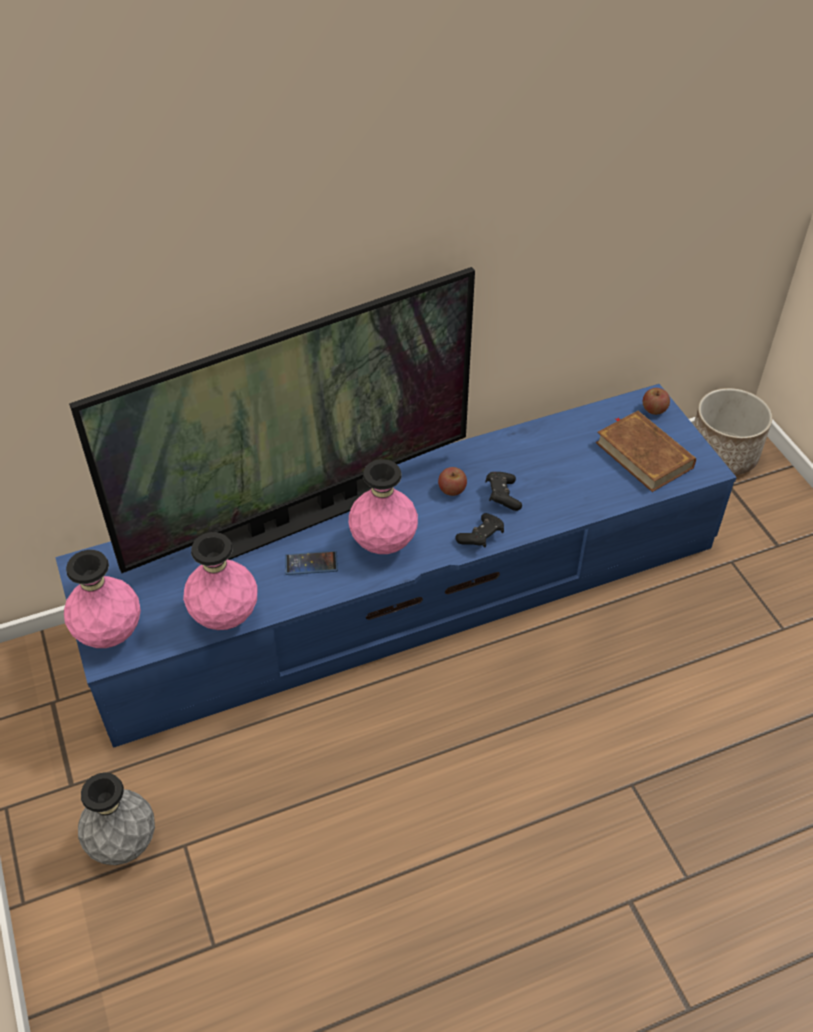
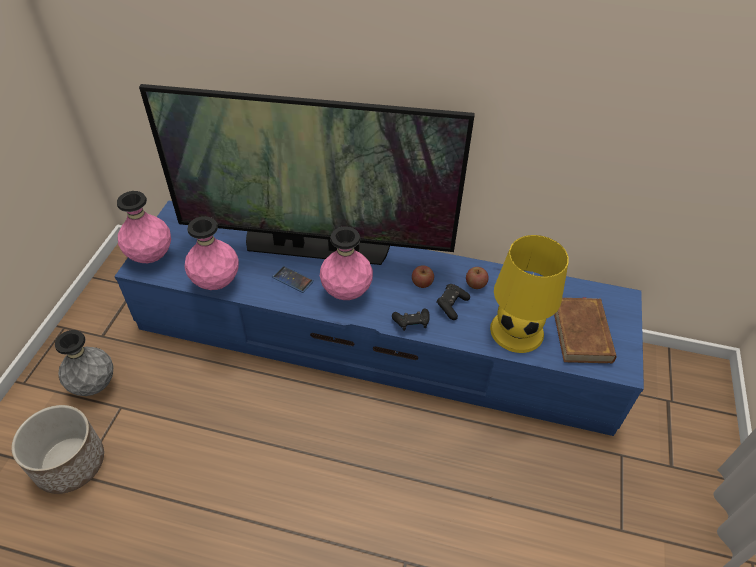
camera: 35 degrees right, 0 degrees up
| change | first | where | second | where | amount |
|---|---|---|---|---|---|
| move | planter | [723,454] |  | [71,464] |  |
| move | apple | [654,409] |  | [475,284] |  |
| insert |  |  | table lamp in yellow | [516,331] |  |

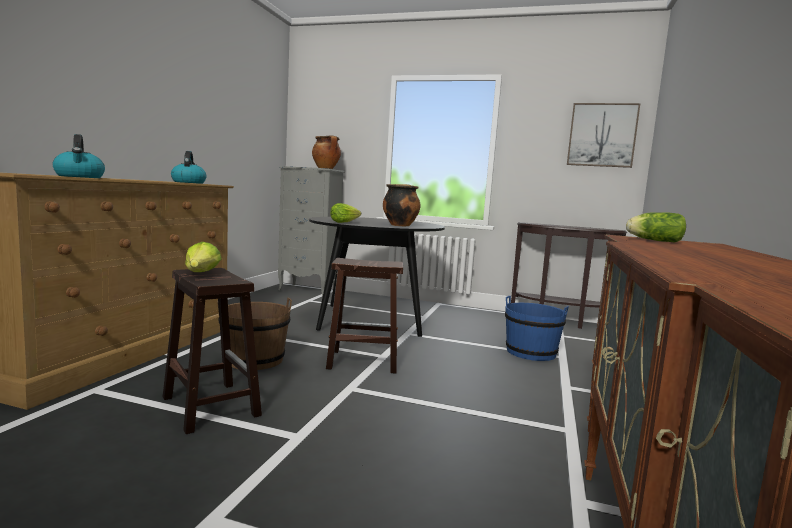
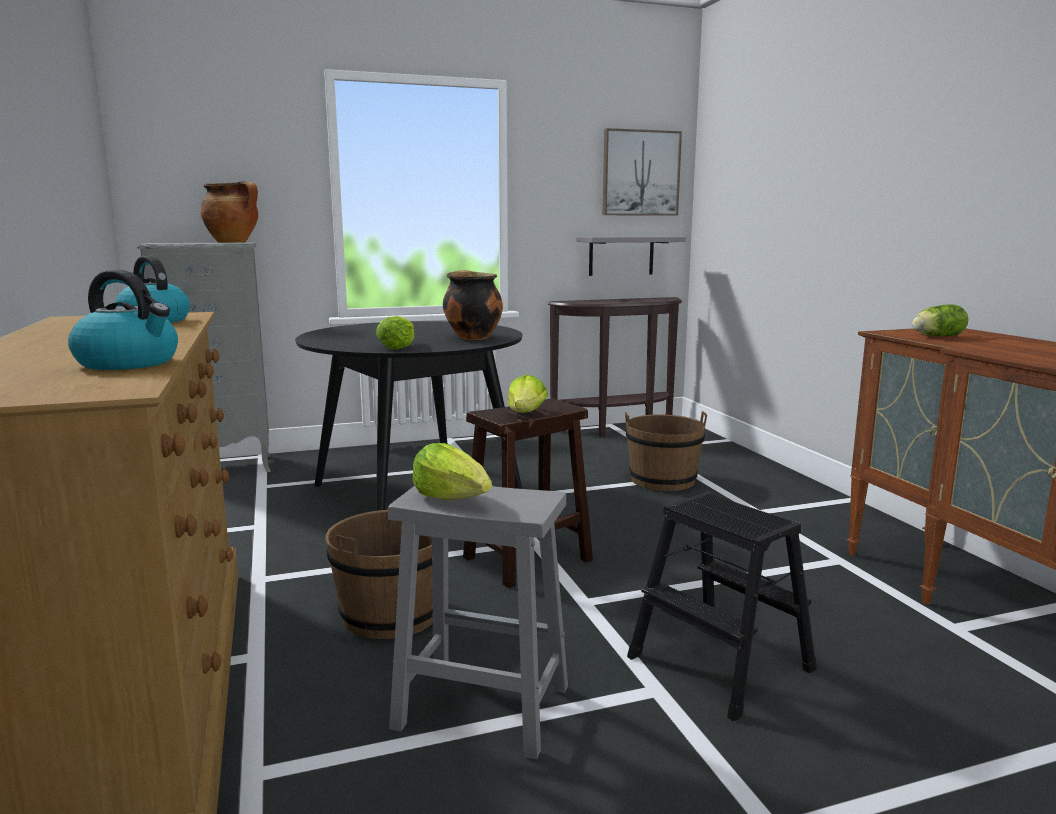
camera: 35 degrees left, 5 degrees up
| change | first | where | second | where | amount |
|---|---|---|---|---|---|
| recolor | stool in brown | [209,406] | stool in grey | [479,707] |  |
| insert |  |  | lettuce | [526,414] |  |
| insert |  |  | shelf in grey | [621,255] |  |
| recolor | bucket in blue | [531,352] | bucket in brown | [663,480] |  |
| insert |  |  | step ladder in black | [720,662] |  |

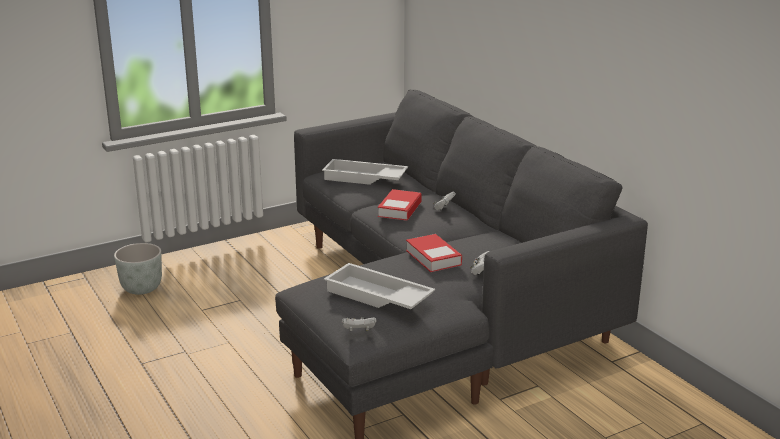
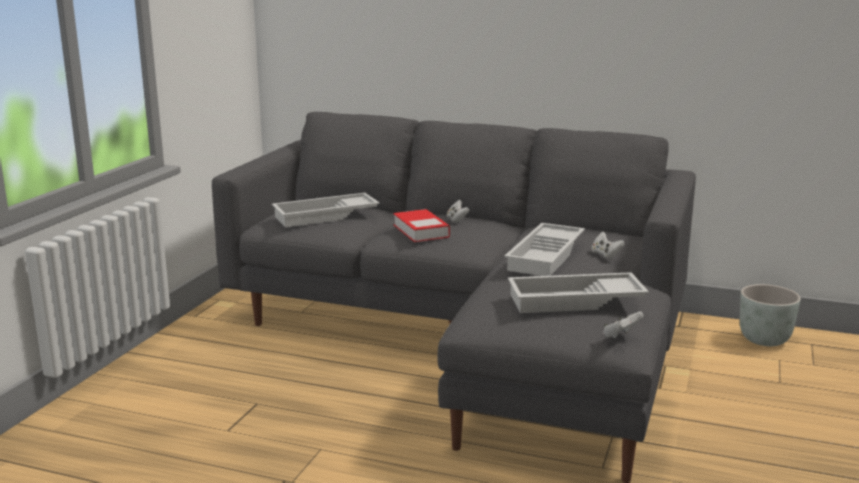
camera: 40 degrees left, 5 degrees down
| change | first | where | second | where | amount |
|---|---|---|---|---|---|
| replace | book | [433,257] | tray in white | [547,256] |  |
| move | planter in grey | [142,289] |  | [765,340] |  |

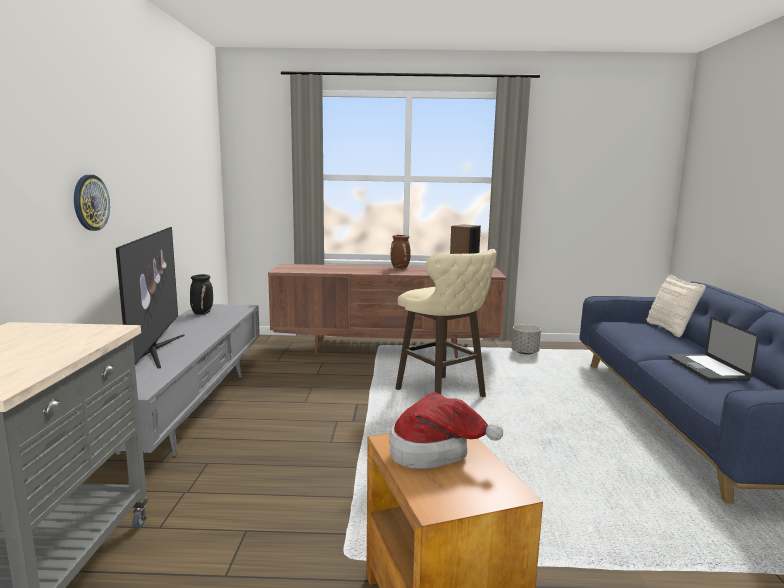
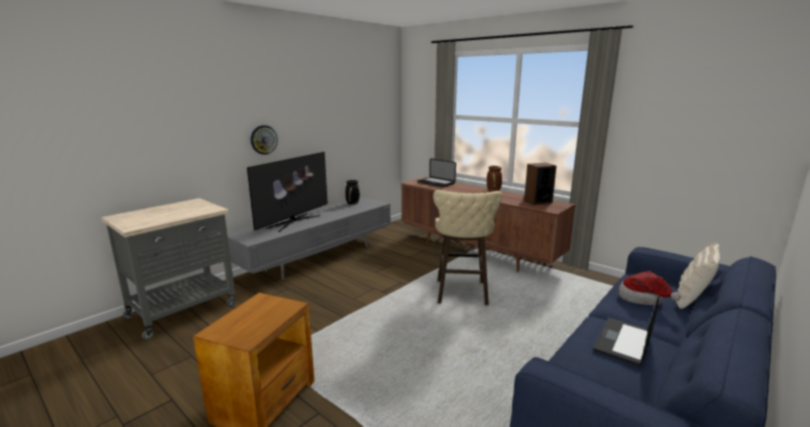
camera: 40 degrees right, 5 degrees up
| change | first | where | second | where | amount |
|---|---|---|---|---|---|
| insert |  |  | laptop | [436,183] |  |
| move | hat | [435,452] |  | [643,299] |  |
| delete | planter in grey | [525,353] |  |  |  |

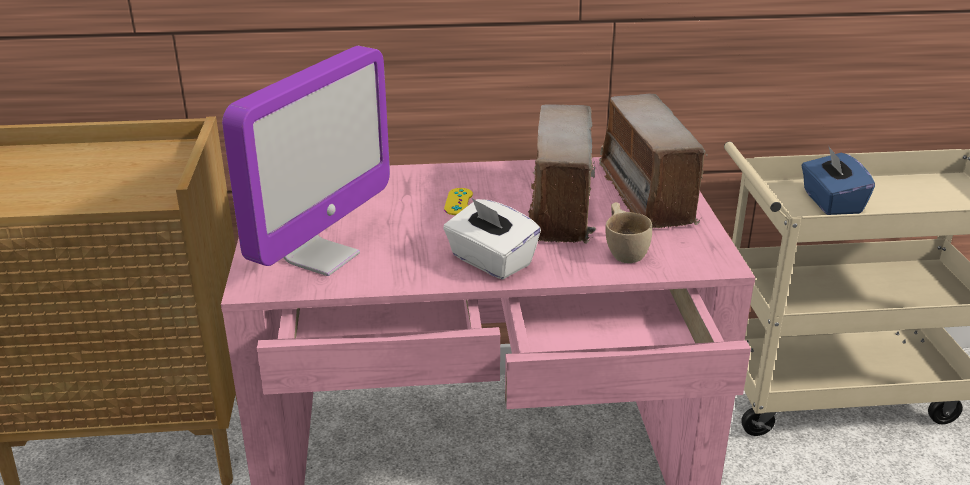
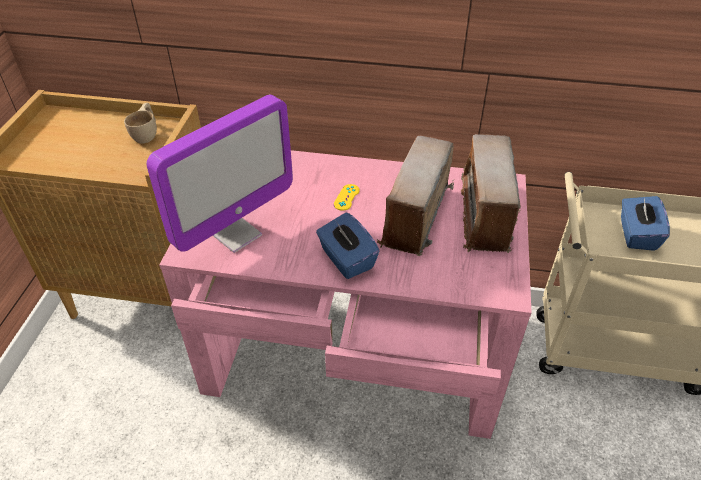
camera: 15 degrees right, 15 degrees up
| change | first | where | second | where | amount |
|---|---|---|---|---|---|
| move | cup in beige | [624,250] |  | [147,134] |  |
| recolor | tissue box in white | [490,261] | tissue box in blue | [346,259] |  |

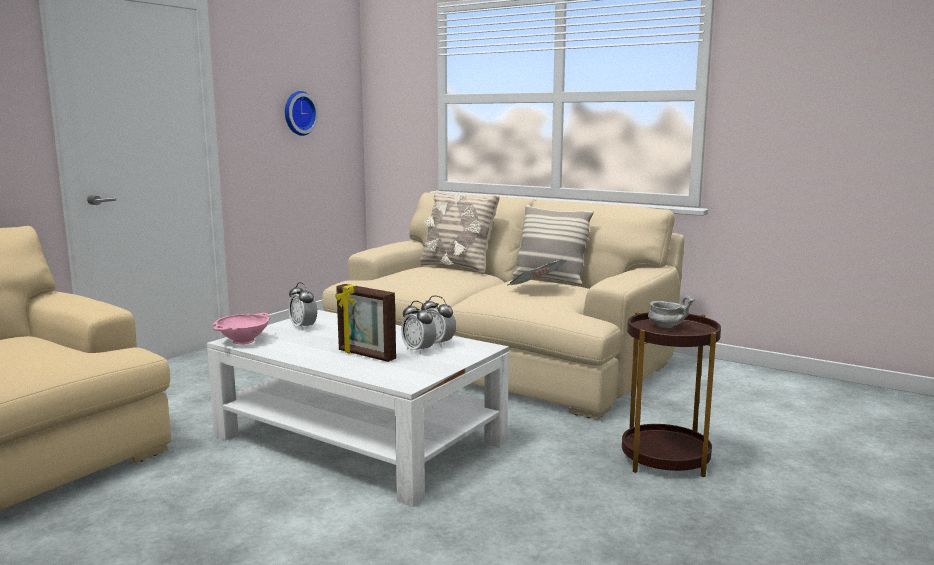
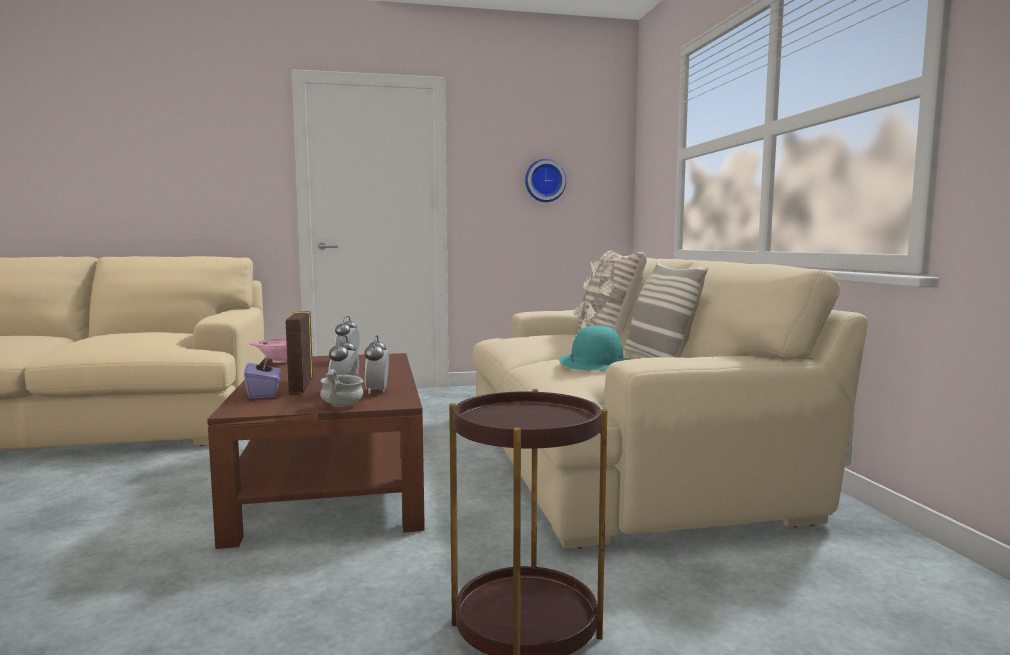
camera: 45 degrees right, 5 degrees down
| change | first | where | second | where | amount |
|---|---|---|---|---|---|
| recolor | coffee table in white | [360,439] | coffee table in brown | [333,480] |  |
| insert |  |  | tissue box in purple | [264,394] |  |
| move | bowl in grey | [667,327] |  | [342,406] |  |
| replace | newspaper | [535,289] | hat in turquoise | [596,362] |  |

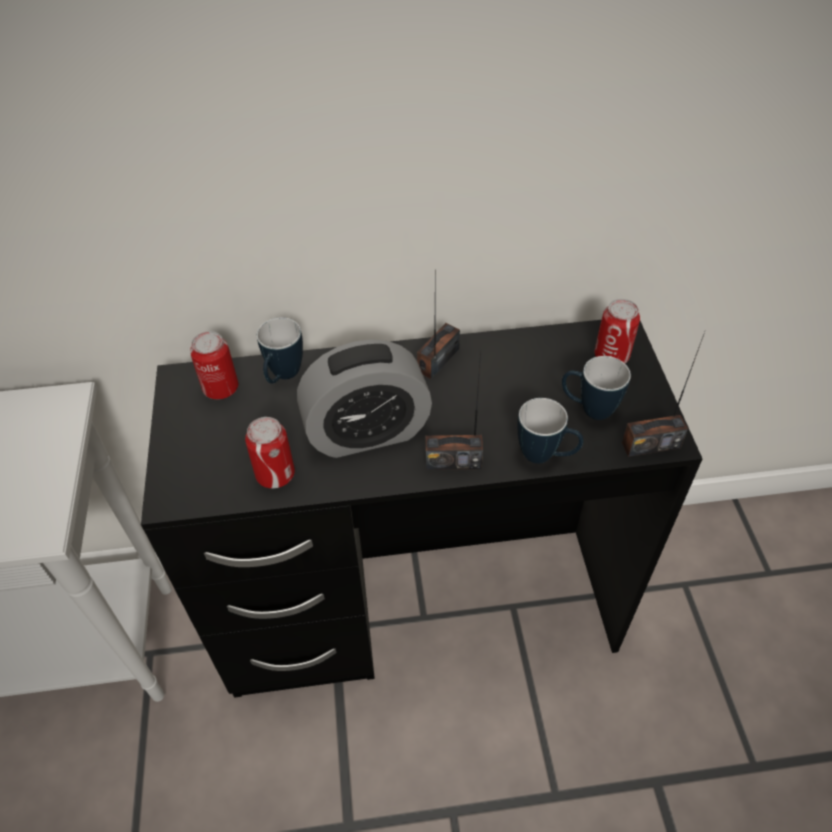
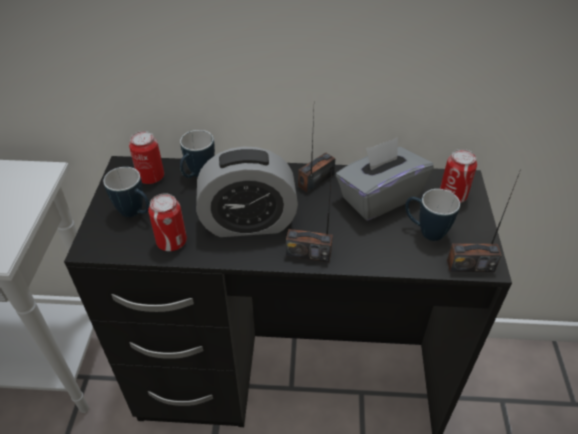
camera: 10 degrees right, 5 degrees down
| change | first | where | second | where | amount |
|---|---|---|---|---|---|
| move | mug | [545,456] |  | [136,213] |  |
| insert |  |  | tissue box in grey | [379,197] |  |

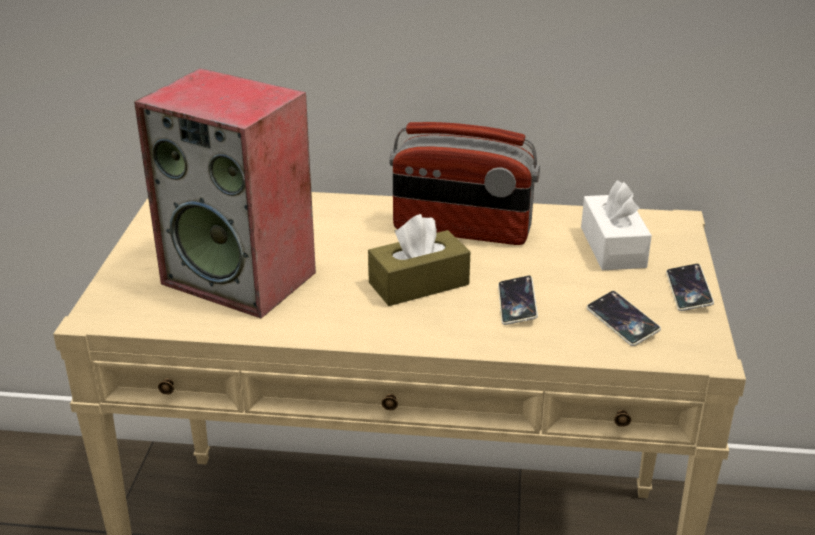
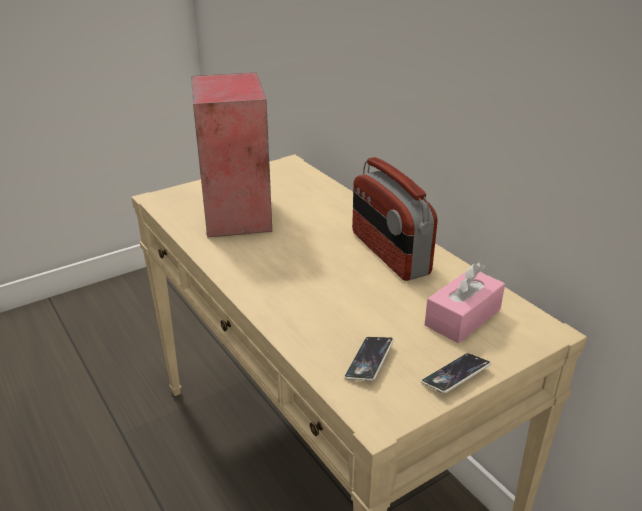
camera: 50 degrees right, 0 degrees up
| change | first | where | second | where | amount |
|---|---|---|---|---|---|
| recolor | tissue box in white | [612,247] | tissue box in pink | [463,317] |  |
| delete | tissue box in brown | [418,284] |  |  |  |
| delete | phone | [517,304] |  |  |  |

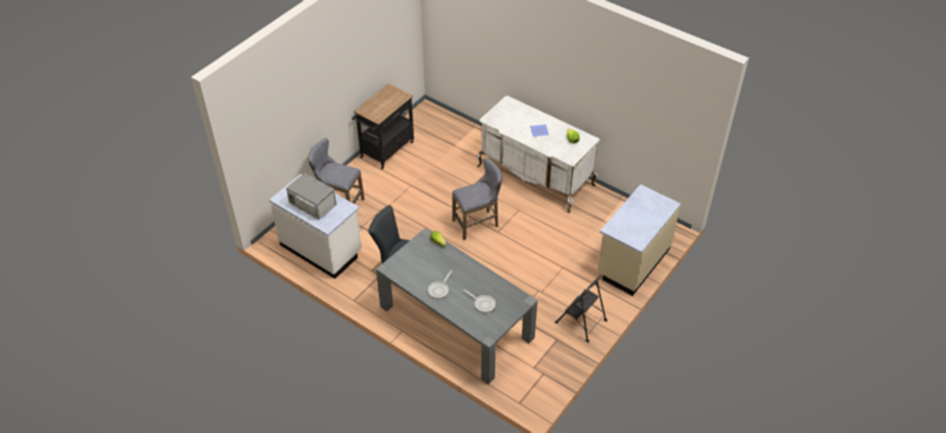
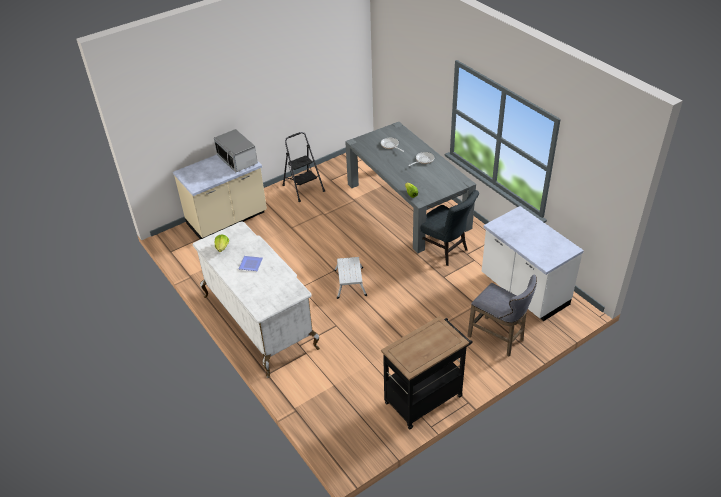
camera: 160 degrees left, 5 degrees down
| change | first | where | second | where | amount |
|---|---|---|---|---|---|
| move | microwave | [312,205] |  | [237,160] |  |
| replace | stool in grey | [478,223] | step ladder in white | [350,282] |  |

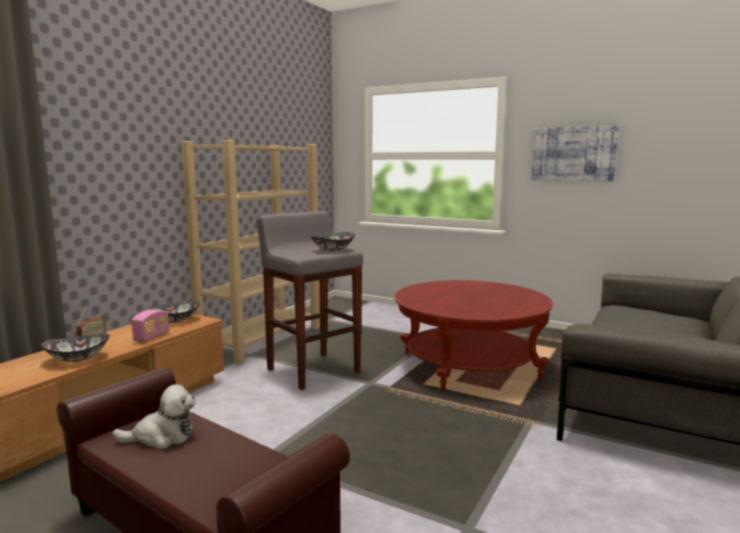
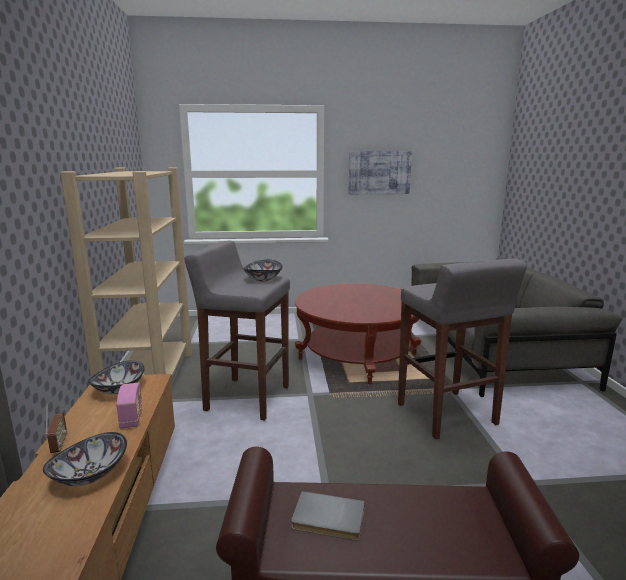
camera: 35 degrees left, 5 degrees up
| change | first | where | second | where | amount |
|---|---|---|---|---|---|
| replace | plush toy | [162,437] | book in grey | [328,519] |  |
| insert |  |  | stool in grey | [447,415] |  |

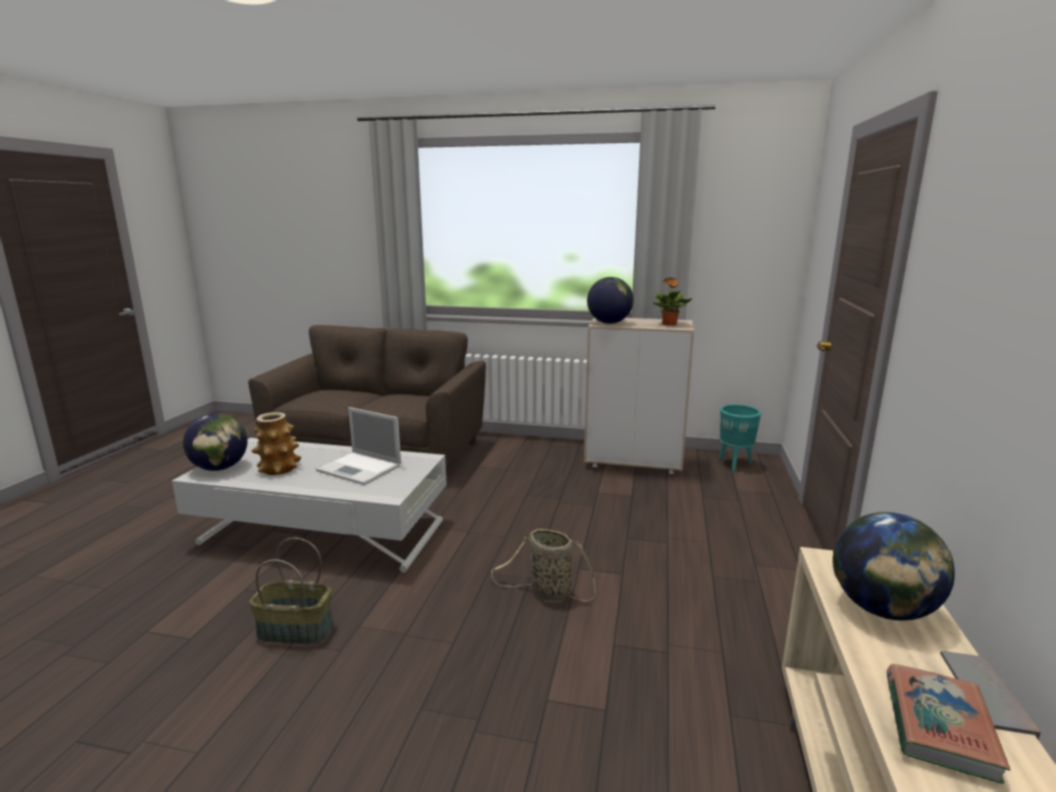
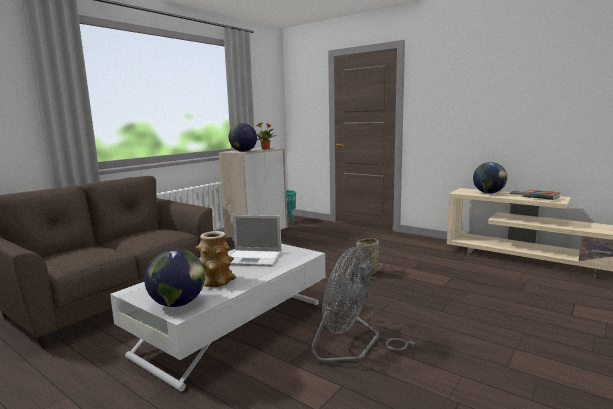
camera: 65 degrees left, 5 degrees down
| change | first | where | second | where | amount |
|---|---|---|---|---|---|
| rotate | laptop | [360,468] |  | [254,258] | 45 degrees clockwise |
| replace | basket | [294,631] | fan in grey | [358,342] |  |

